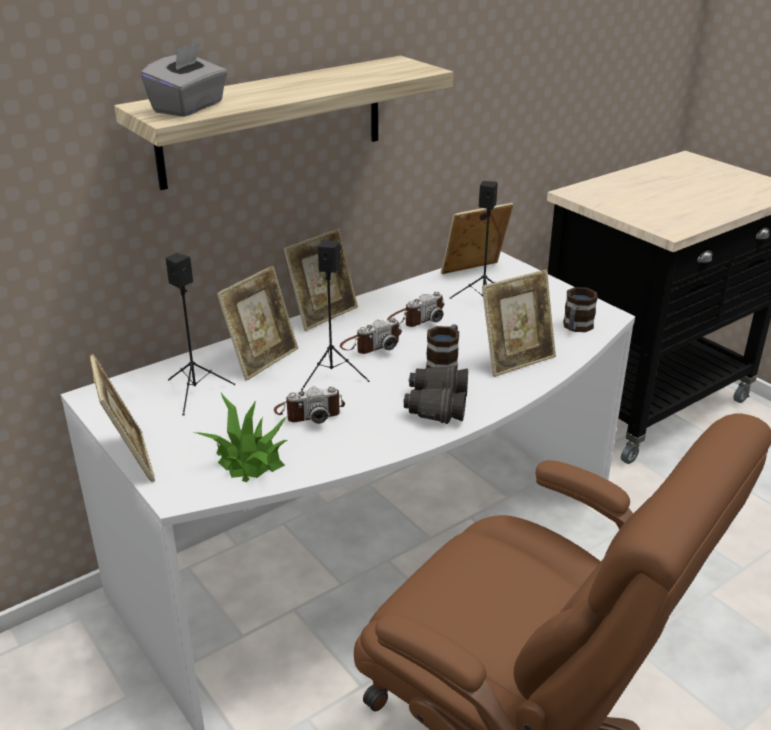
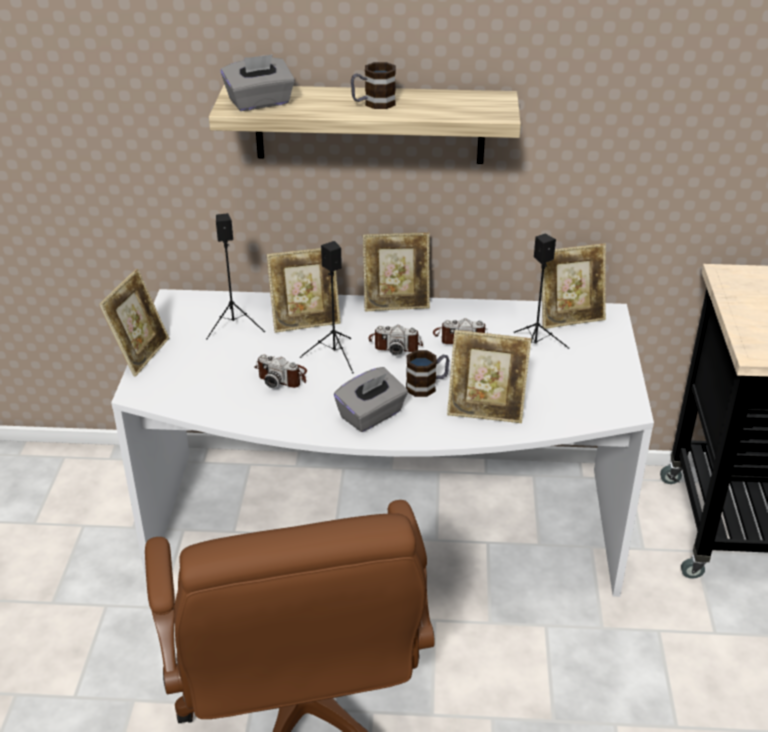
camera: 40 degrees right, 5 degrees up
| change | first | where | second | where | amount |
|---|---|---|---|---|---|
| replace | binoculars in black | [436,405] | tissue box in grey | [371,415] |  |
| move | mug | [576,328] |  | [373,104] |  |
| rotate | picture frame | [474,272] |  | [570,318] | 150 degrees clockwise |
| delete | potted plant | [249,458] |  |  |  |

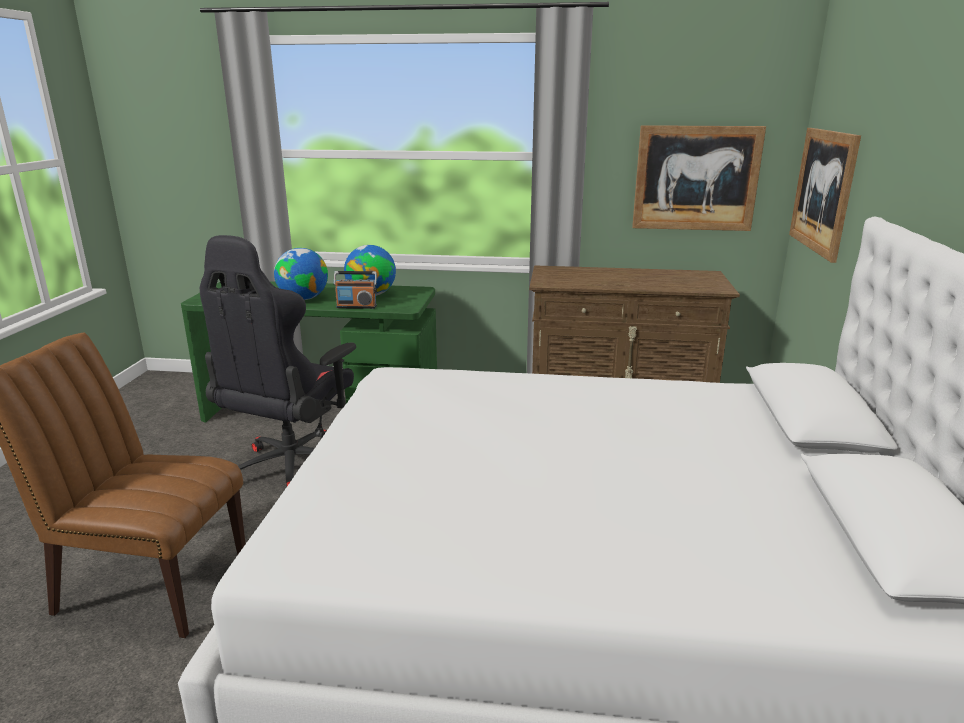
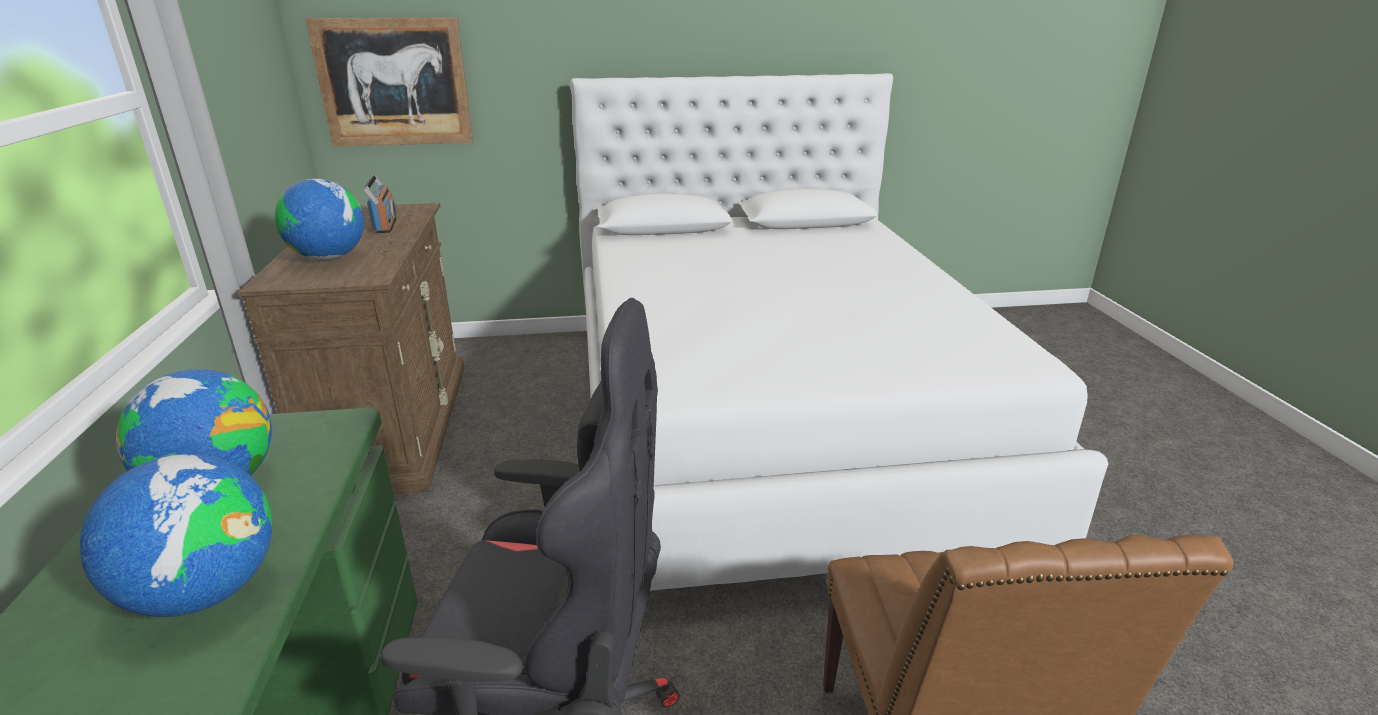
camera: 105 degrees left, 5 degrees up
| change | first | where | second | where | amount |
|---|---|---|---|---|---|
| insert |  |  | globe | [329,257] |  |
| move | radio | [356,306] |  | [385,226] |  |
| delete | picture | [696,178] |  |  |  |

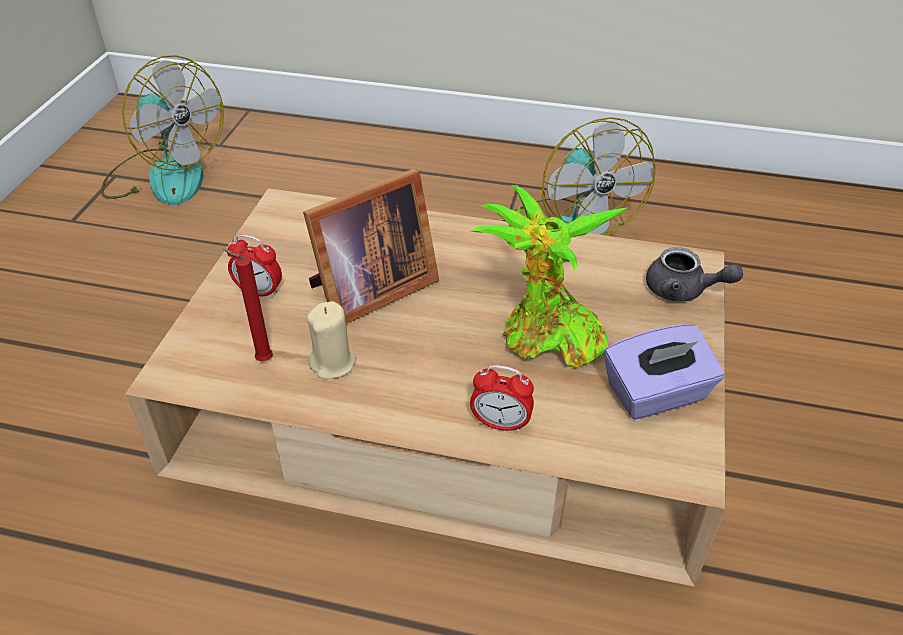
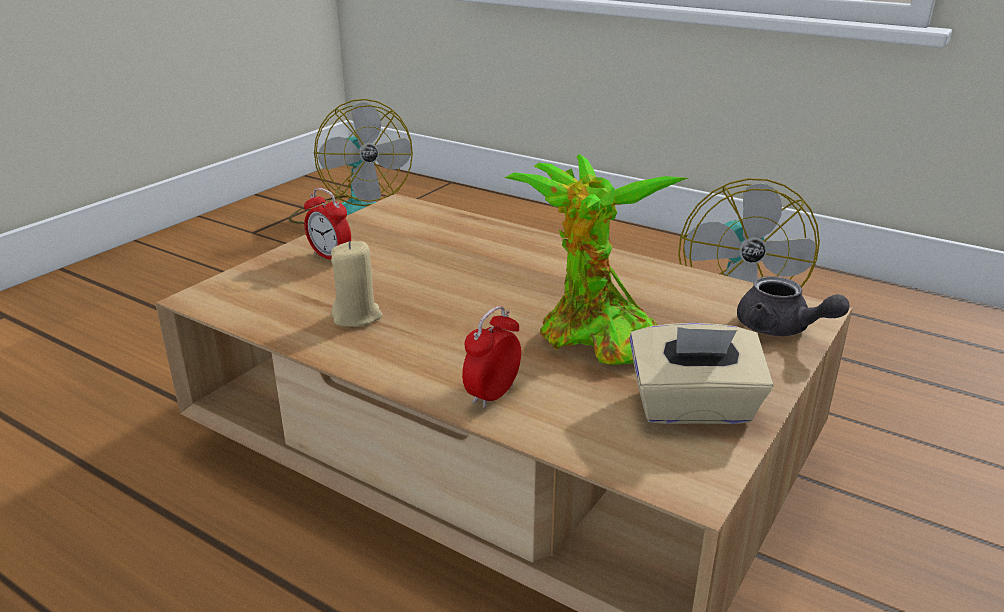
camera: 20 degrees right, 15 degrees down
| change | first | where | second | where | amount |
|---|---|---|---|---|---|
| rotate | alarm clock | [500,424] |  | [492,395] | 90 degrees clockwise |
| recolor | tissue box in purple | [657,394] | tissue box in beige | [693,408] |  |
| delete | candle in red | [261,360] |  |  |  |
| delete | picture frame | [369,291] |  |  |  |

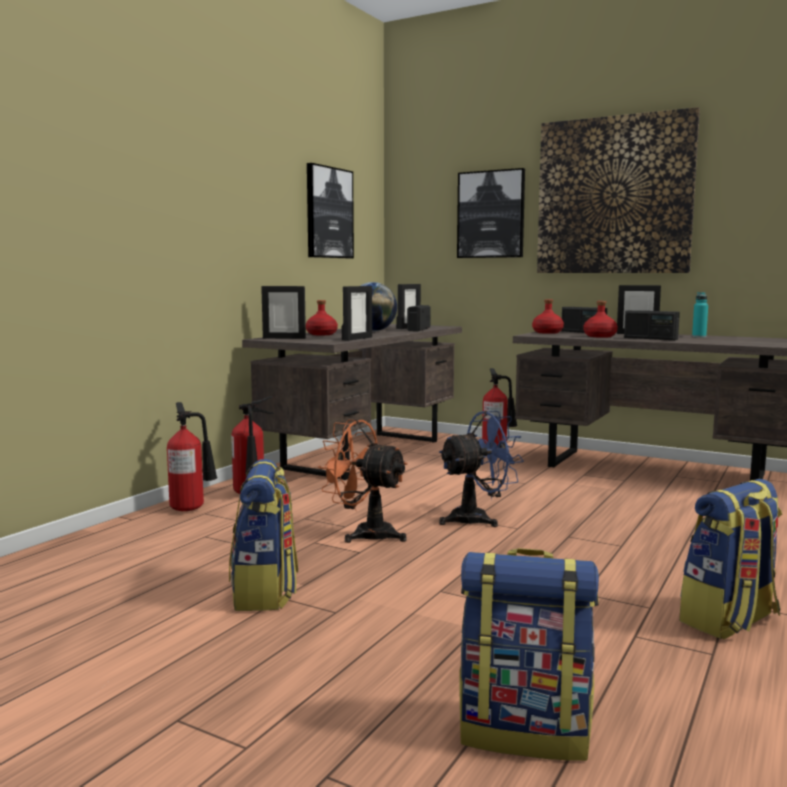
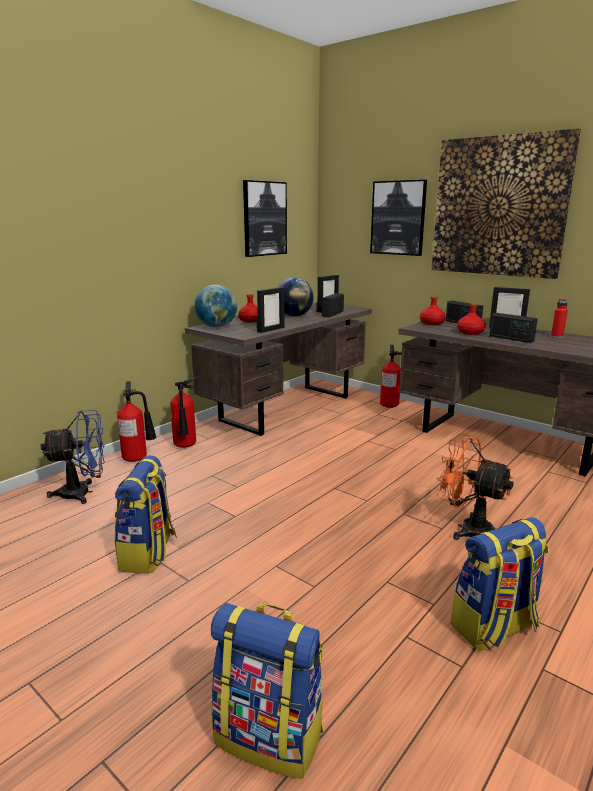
camera: 10 degrees right, 10 degrees up
| change | first | where | second | where | amount |
|---|---|---|---|---|---|
| move | fan in blue | [478,519] |  | [83,493] |  |
| replace | picture frame | [284,338] | globe | [217,326] |  |
| move | fan in orange | [365,533] |  | [467,529] |  |
| recolor | bottle in turquoise | [699,337] | bottle in red | [557,336] |  |

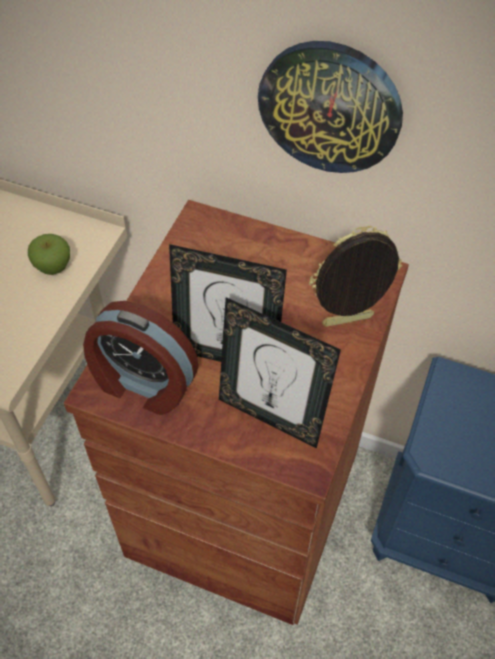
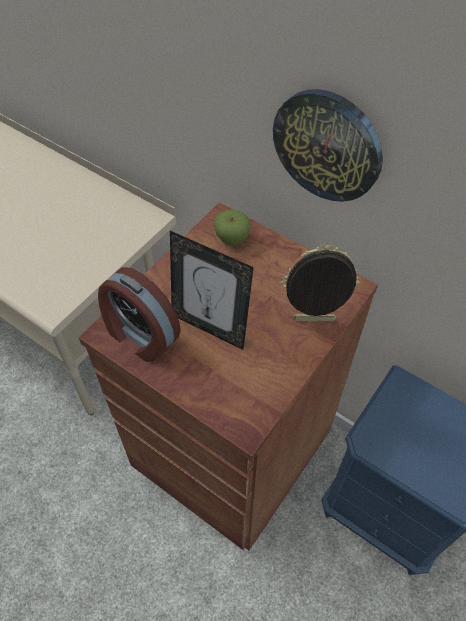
camera: 15 degrees right, 0 degrees up
| change | first | where | second | where | amount |
|---|---|---|---|---|---|
| move | apple | [53,267] |  | [232,239] |  |
| delete | picture frame | [271,416] |  |  |  |

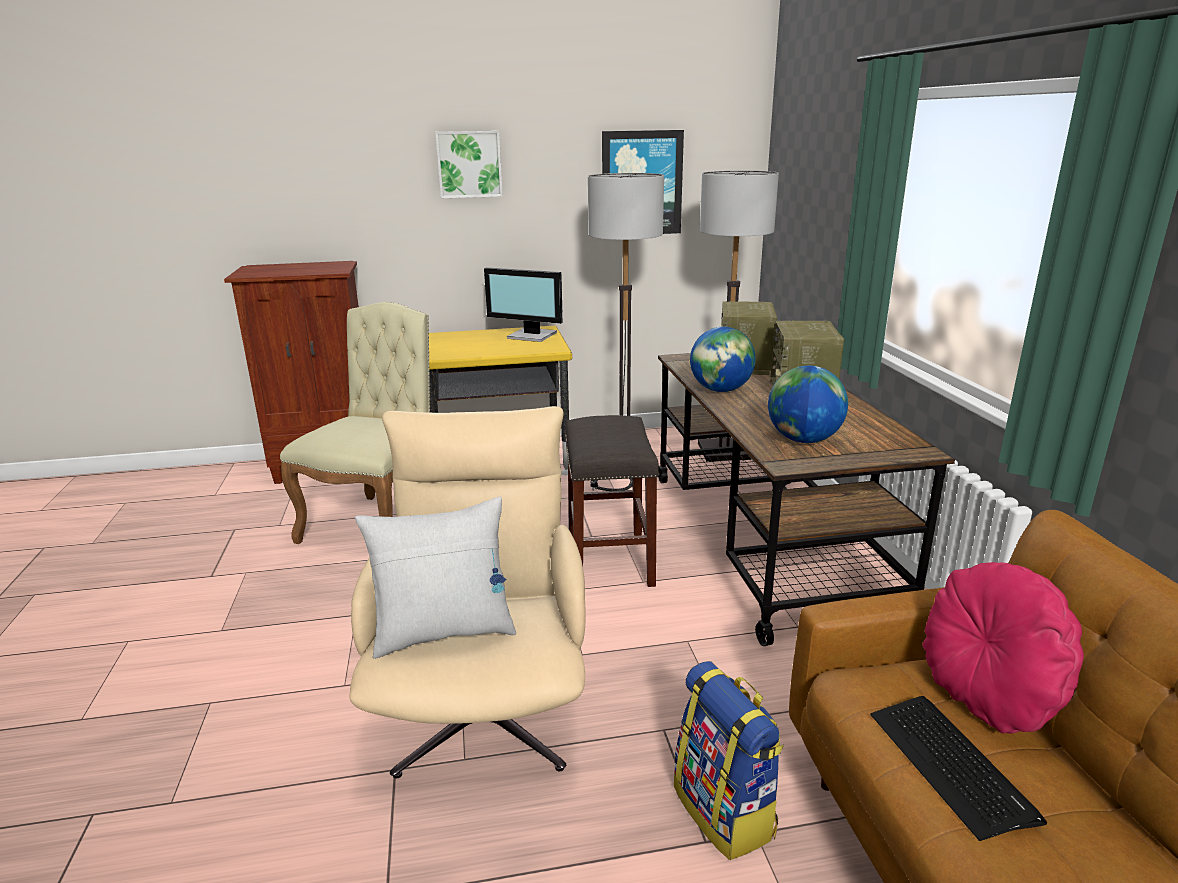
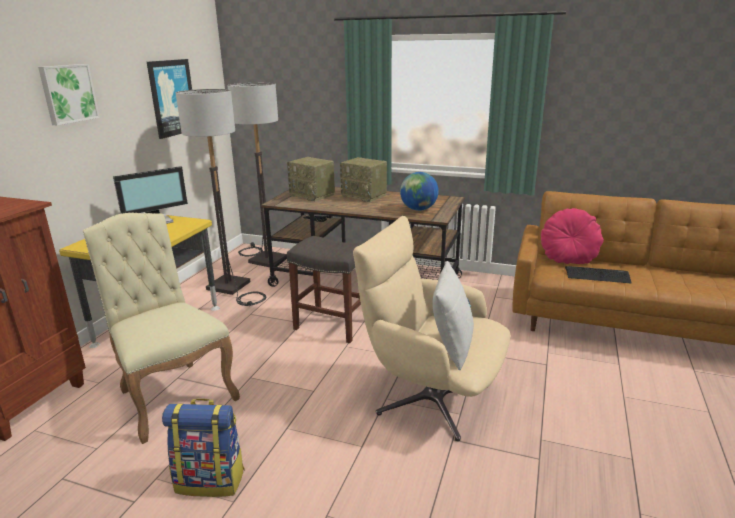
camera: 60 degrees left, 0 degrees up
| change | first | where | second | where | amount |
|---|---|---|---|---|---|
| move | backpack | [725,811] |  | [211,480] |  |
| delete | globe | [721,390] |  |  |  |

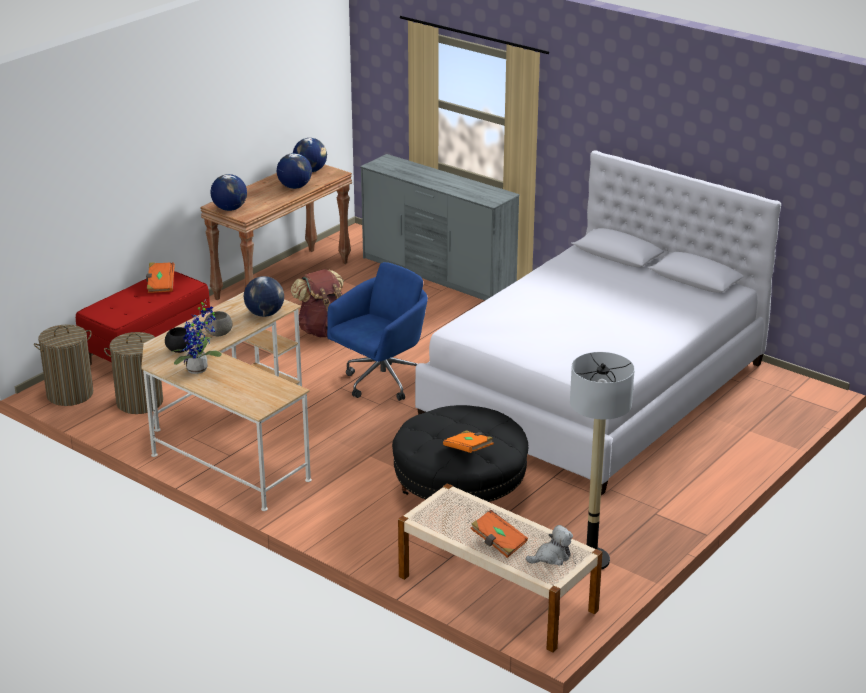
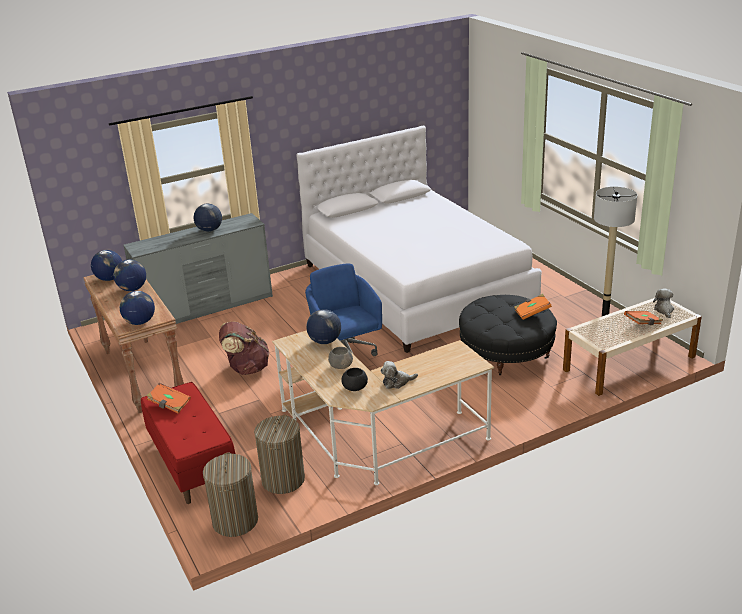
camera: 65 degrees left, 0 degrees up
| change | first | where | second | where | amount |
|---|---|---|---|---|---|
| insert |  |  | globe | [209,230] |  |
| replace | potted plant | [200,370] | plush toy | [397,382] |  |

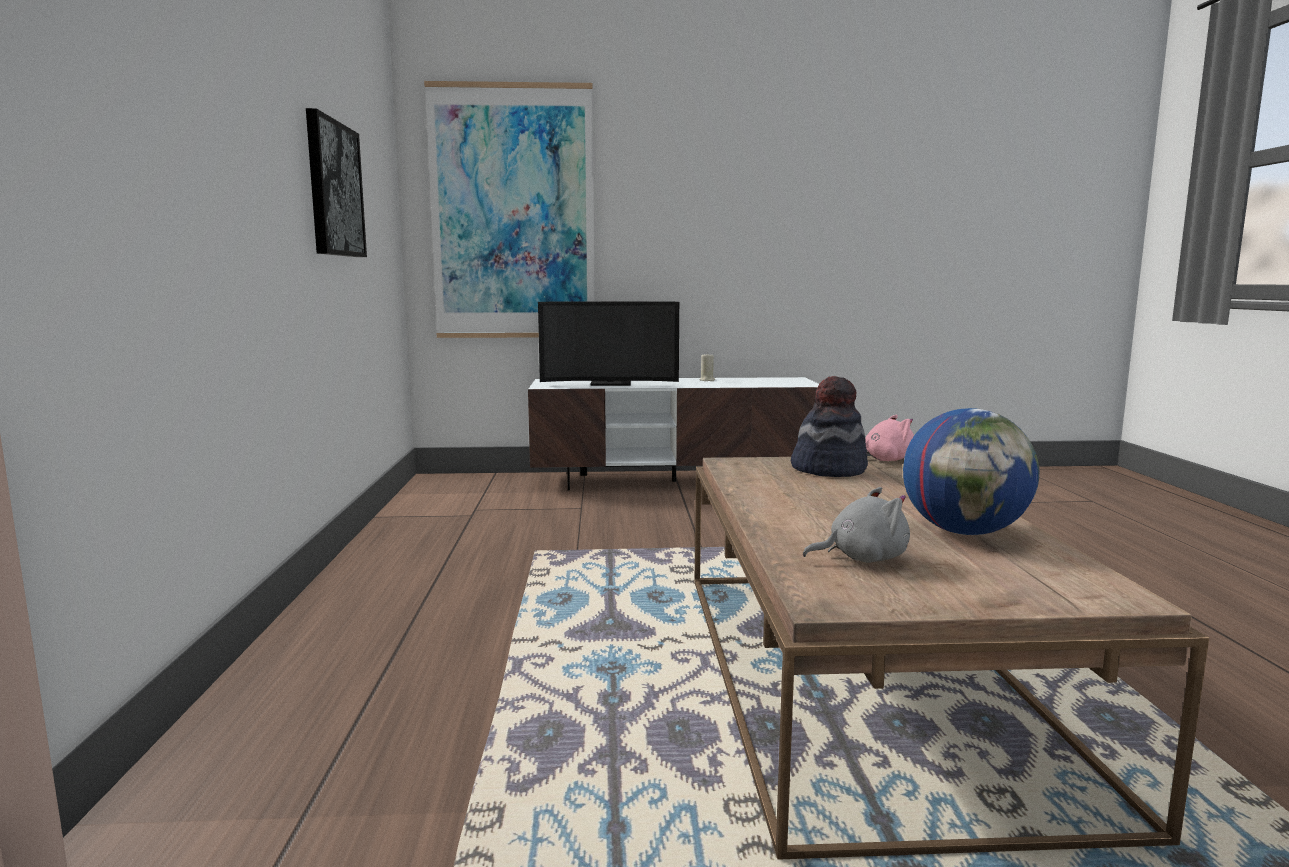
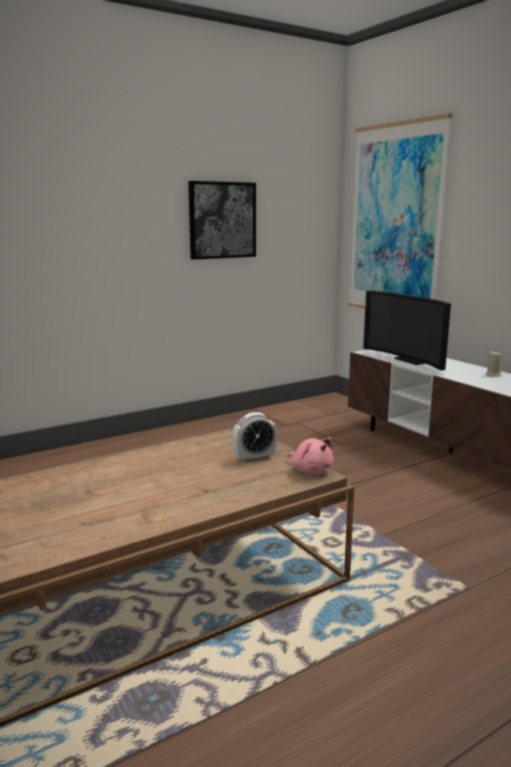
camera: 60 degrees right, 5 degrees up
| change | first | where | second | where | amount |
|---|---|---|---|---|---|
| replace | hat | [829,469] | alarm clock | [254,458] |  |
| delete | plush toy in grey | [862,558] |  |  |  |
| delete | globe | [964,532] |  |  |  |

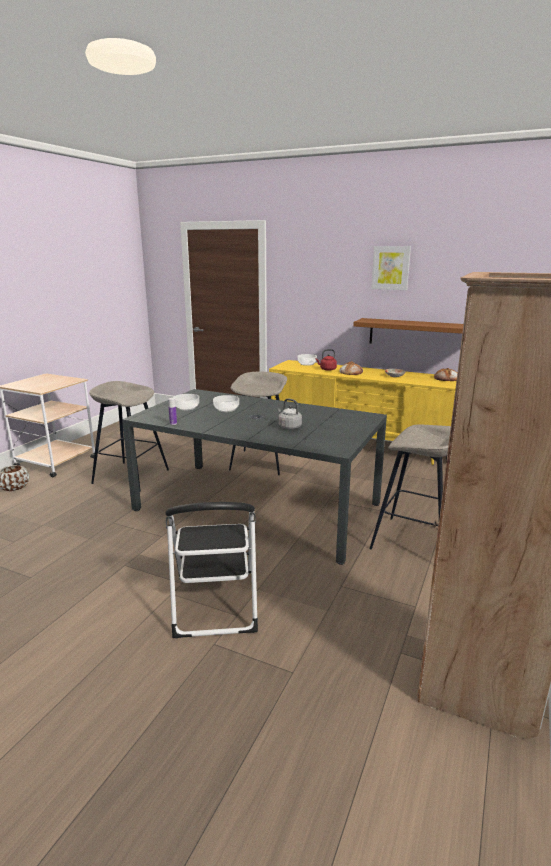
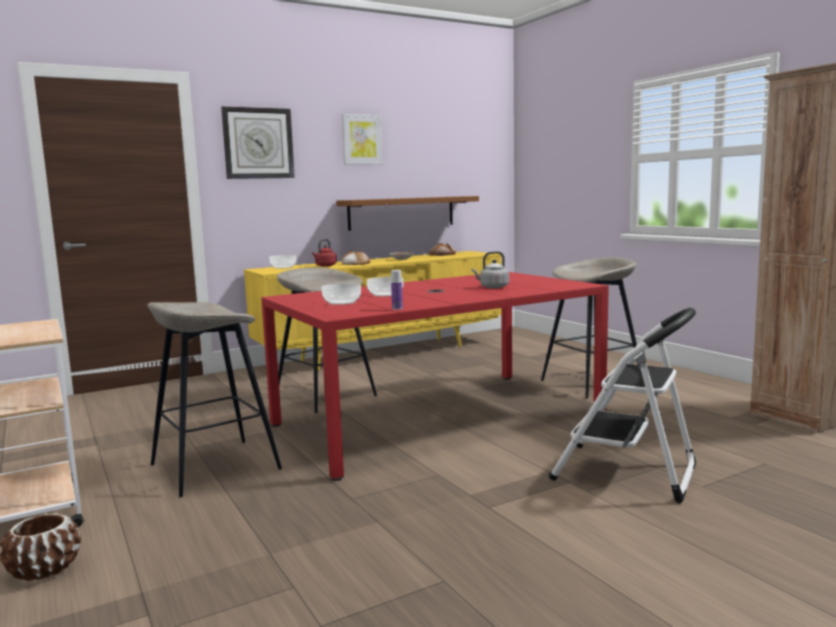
camera: 55 degrees left, 10 degrees down
| change | first | where | second | where | amount |
|---|---|---|---|---|---|
| insert |  |  | wall clock | [258,143] |  |
| recolor | dining table in grey | [257,507] | dining table in red | [439,418] |  |

